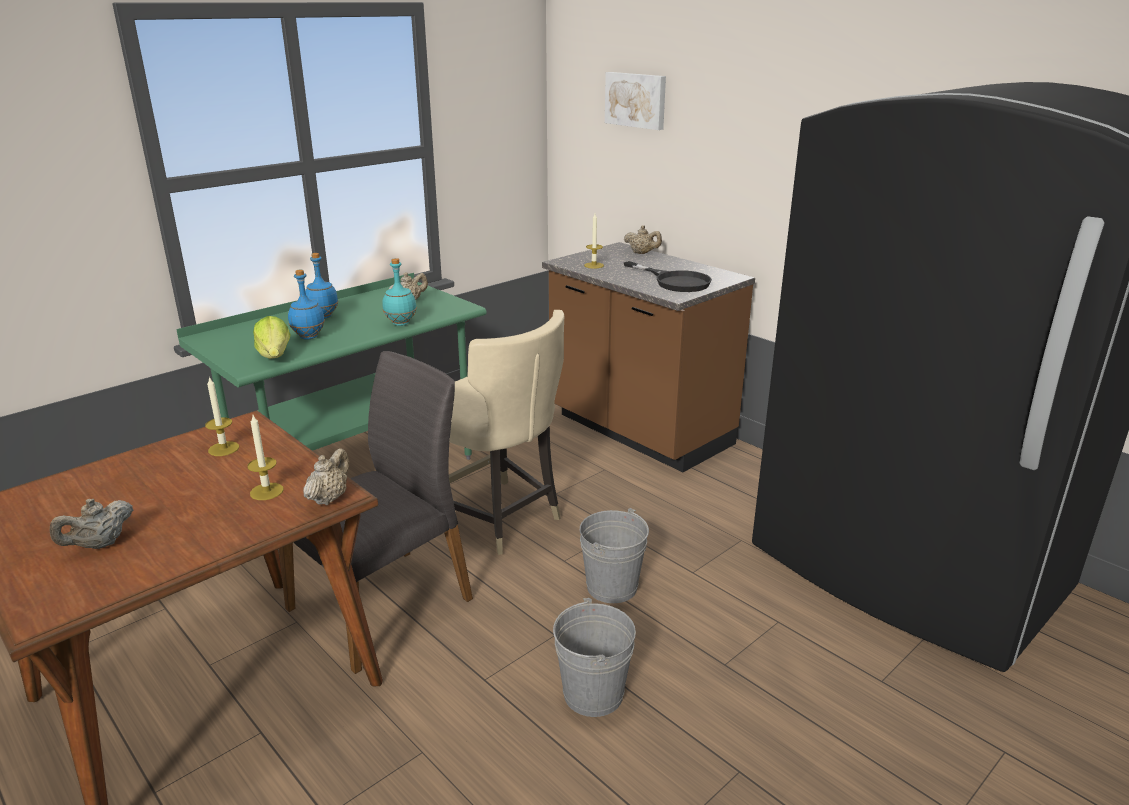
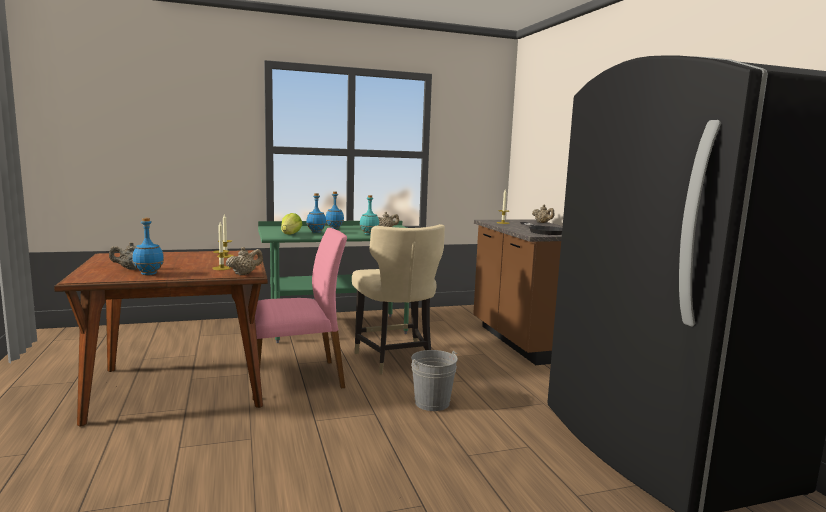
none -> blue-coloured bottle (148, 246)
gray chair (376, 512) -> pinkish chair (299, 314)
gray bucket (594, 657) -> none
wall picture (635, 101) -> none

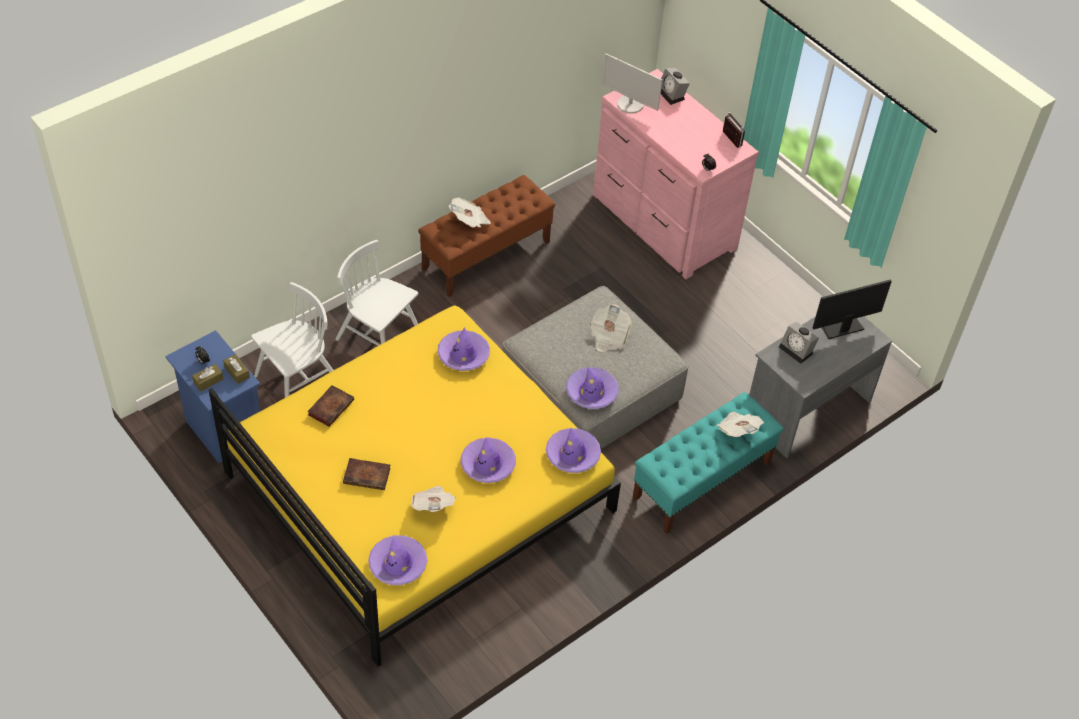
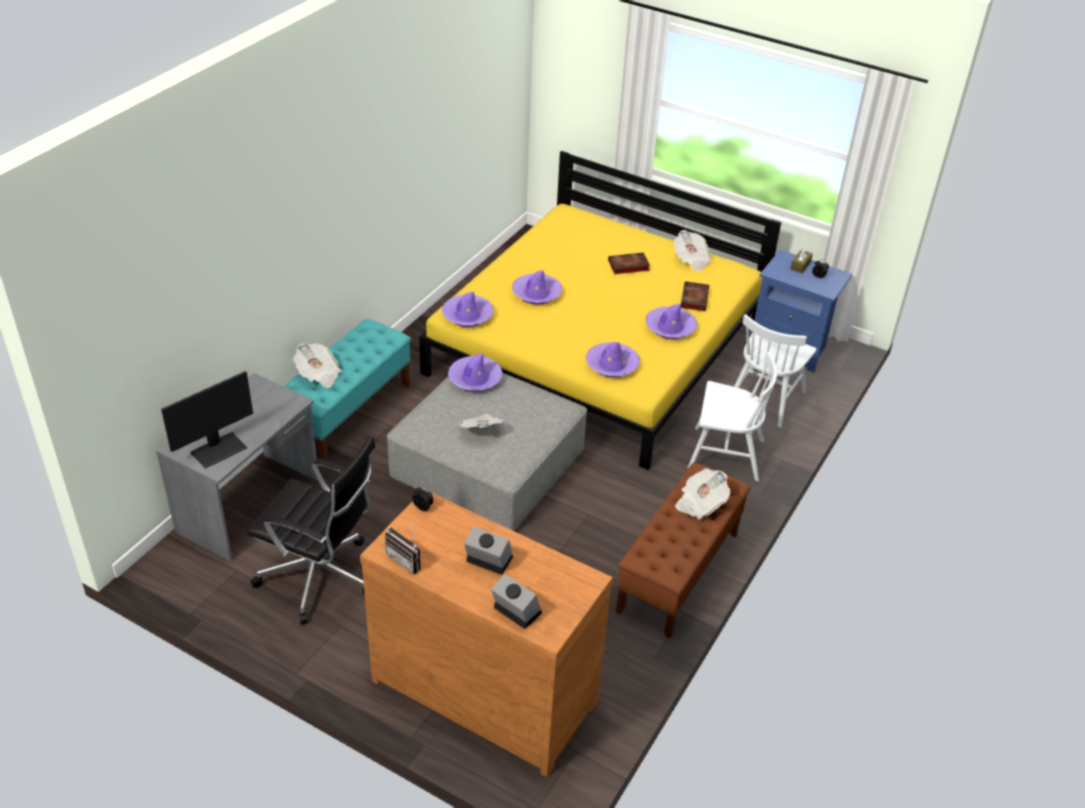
none -> black desk chair (311, 530)
pinkish chest of drawers (676, 174) -> brownish chest of drawers (486, 633)
bedside clock (799, 343) -> bedside clock (488, 550), move
purplish hat (397, 560) -> purplish hat (671, 321), move
printed paper (433, 499) -> printed paper (693, 251), move
brownish tissue box (236, 369) -> none
computer display (632, 83) -> none

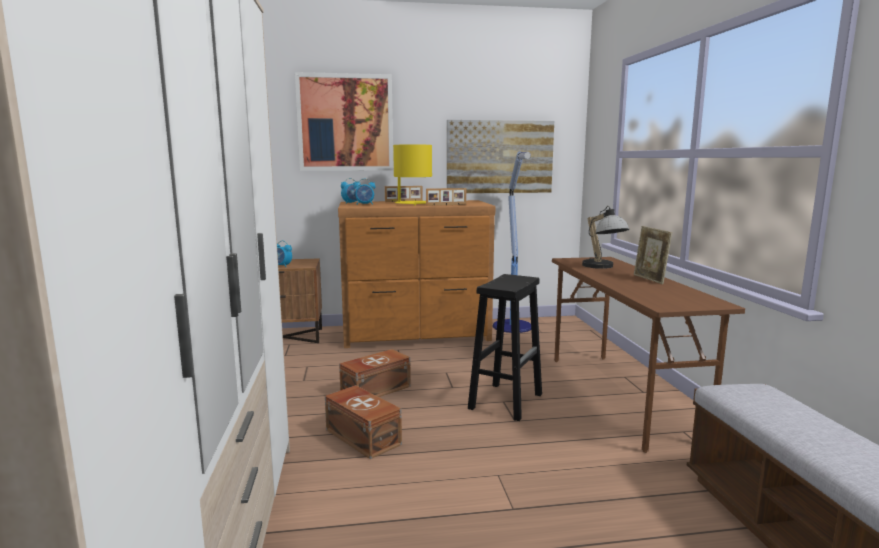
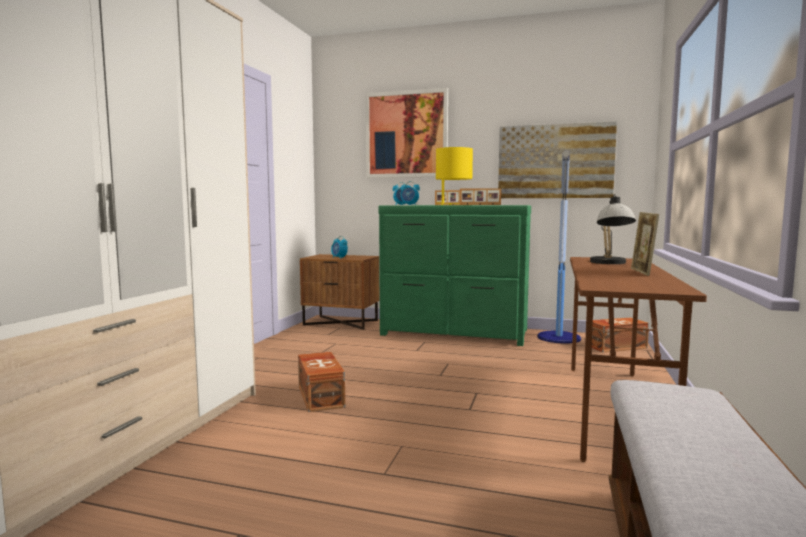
brownish chest of drawers (416, 274) -> green-coloured chest of drawers (455, 275)
brownish storage bin (375, 373) -> brownish storage bin (620, 334), move
black stool seat (505, 347) -> none

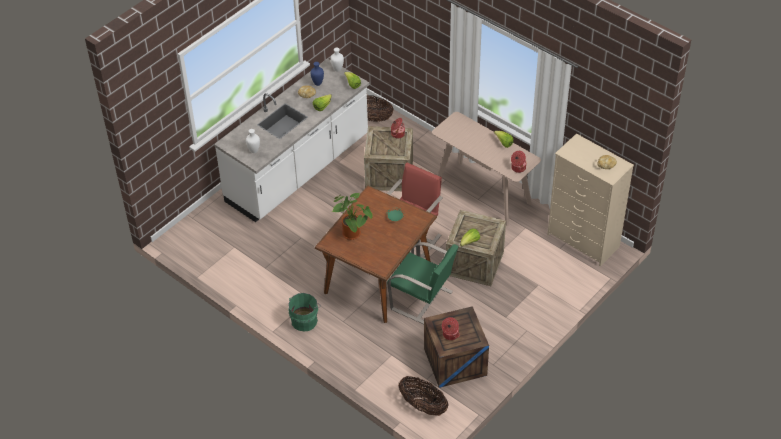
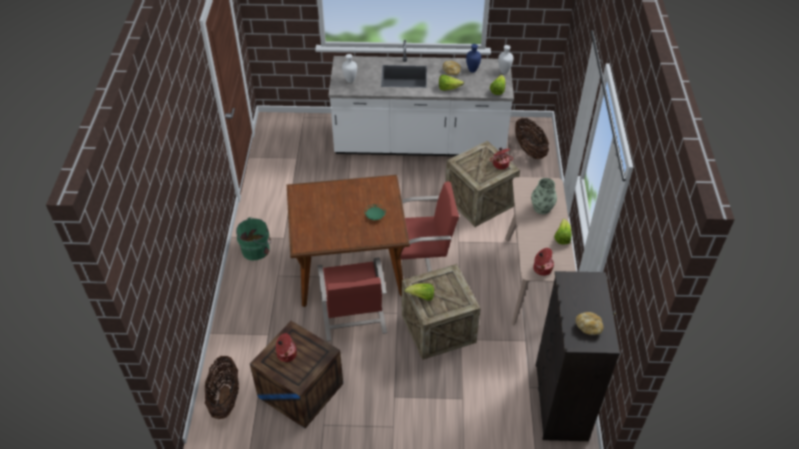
green-coloured chair (423, 283) -> reddish chair (352, 299)
none -> decorative vase (544, 196)
beige chest of drawers (590, 200) -> black chest of drawers (577, 356)
plant in a pot (352, 216) -> none

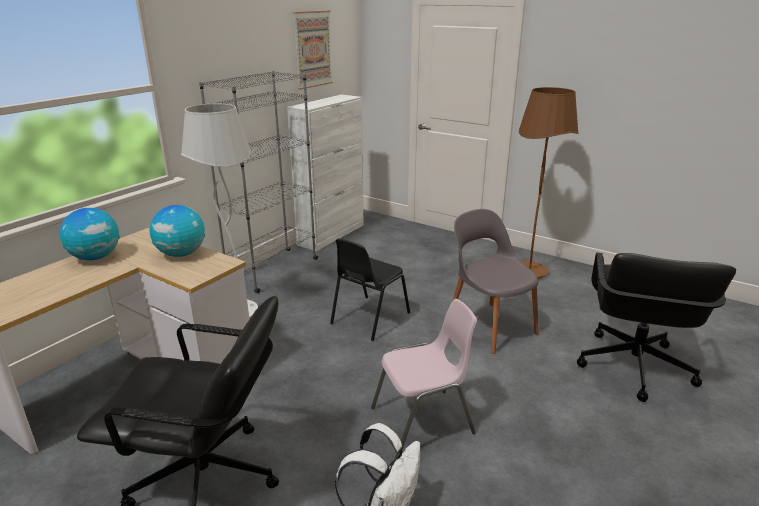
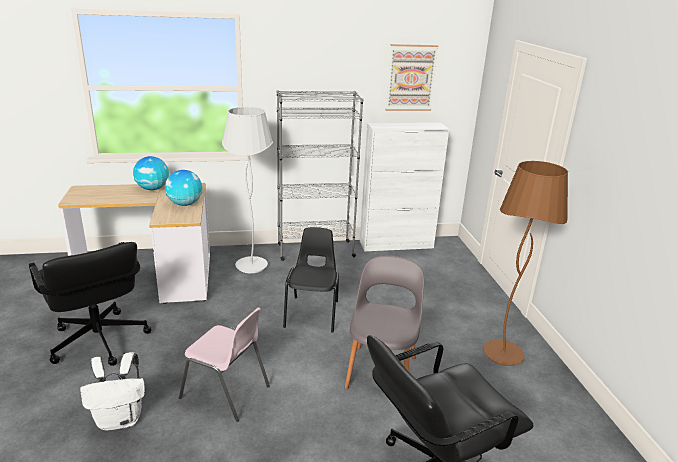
black chair (370, 290) -> black chair (311, 280), 105 degrees clockwise

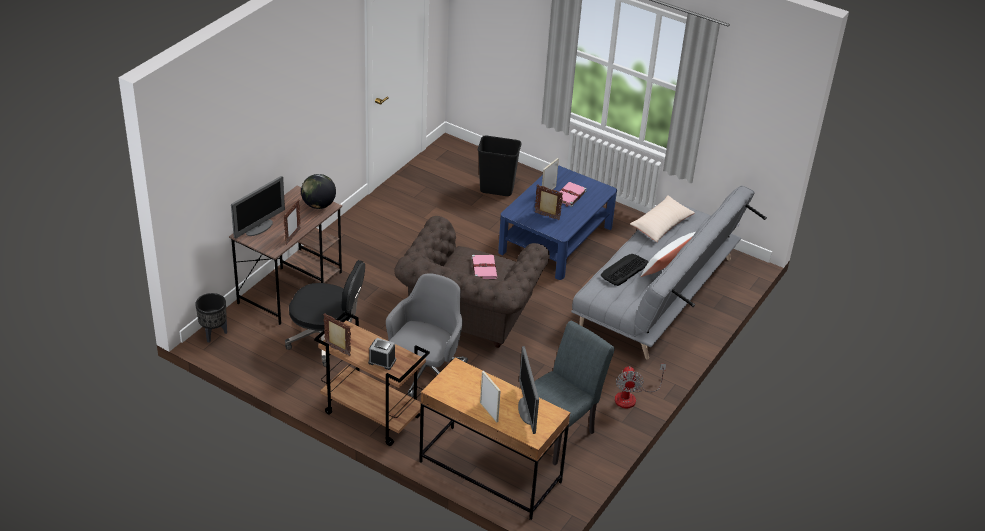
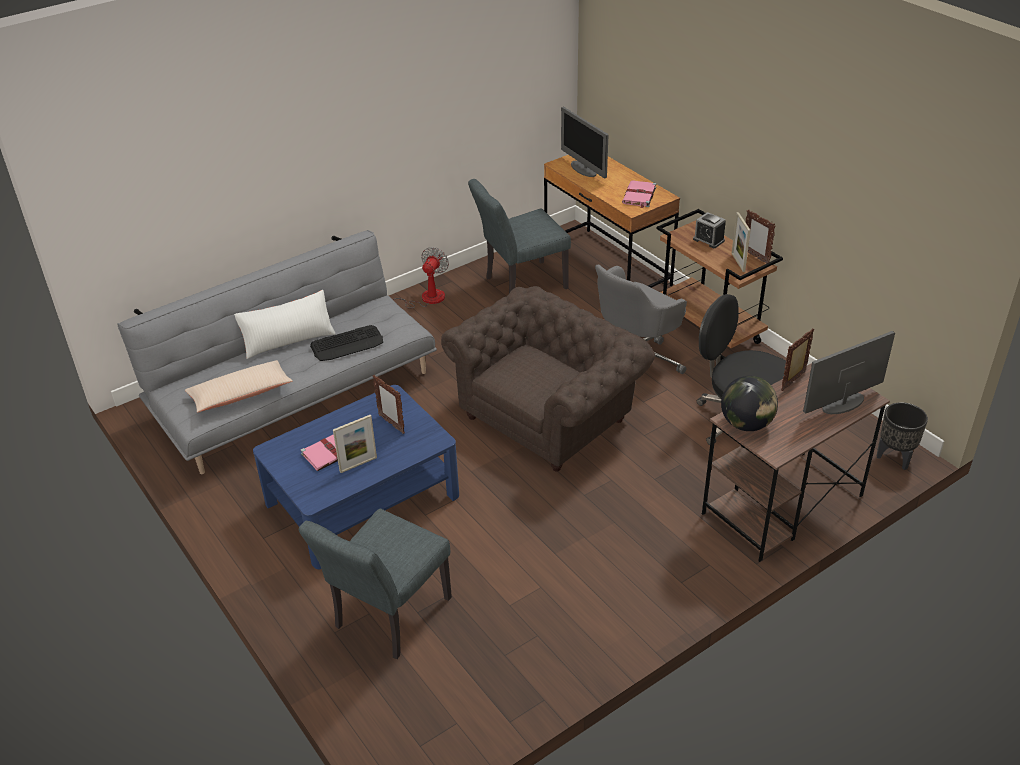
black trash can (499, 166) -> gray chair (375, 584)
computer display (528, 390) -> computer display (584, 143), 135 degrees clockwise
pinkish volume (485, 267) -> pinkish volume (639, 194), move
standing frame (490, 397) -> standing frame (741, 242), move

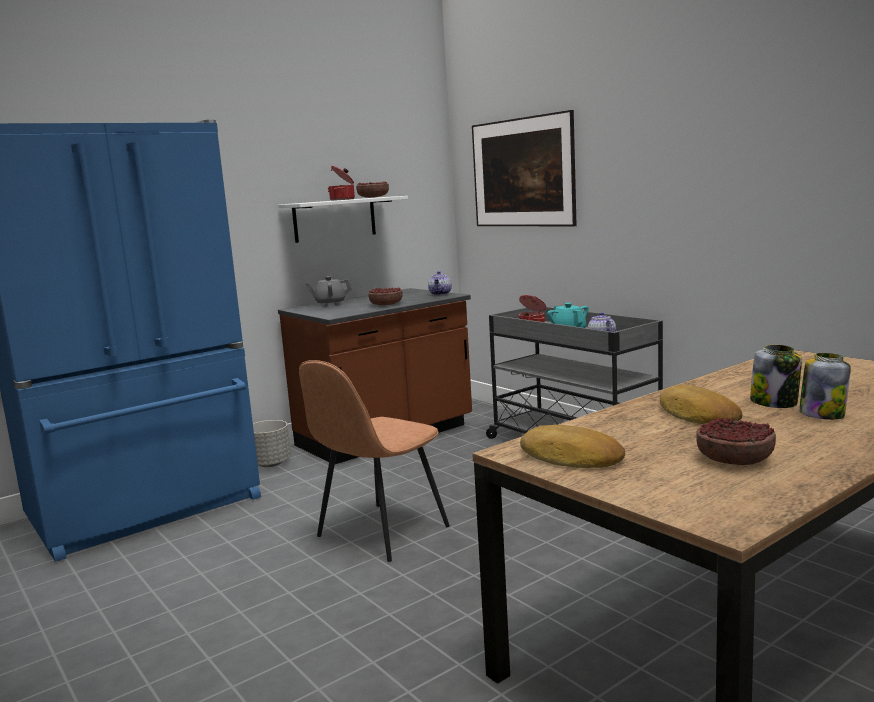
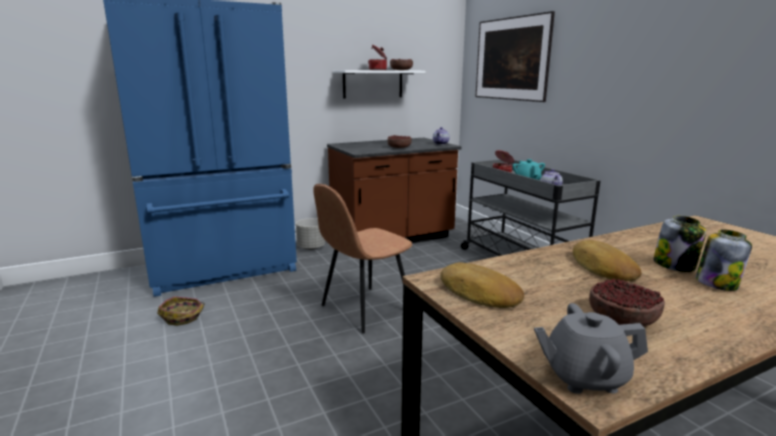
none -> household basket (181, 311)
gray teapot (329, 291) -> gray teapot (591, 348), move

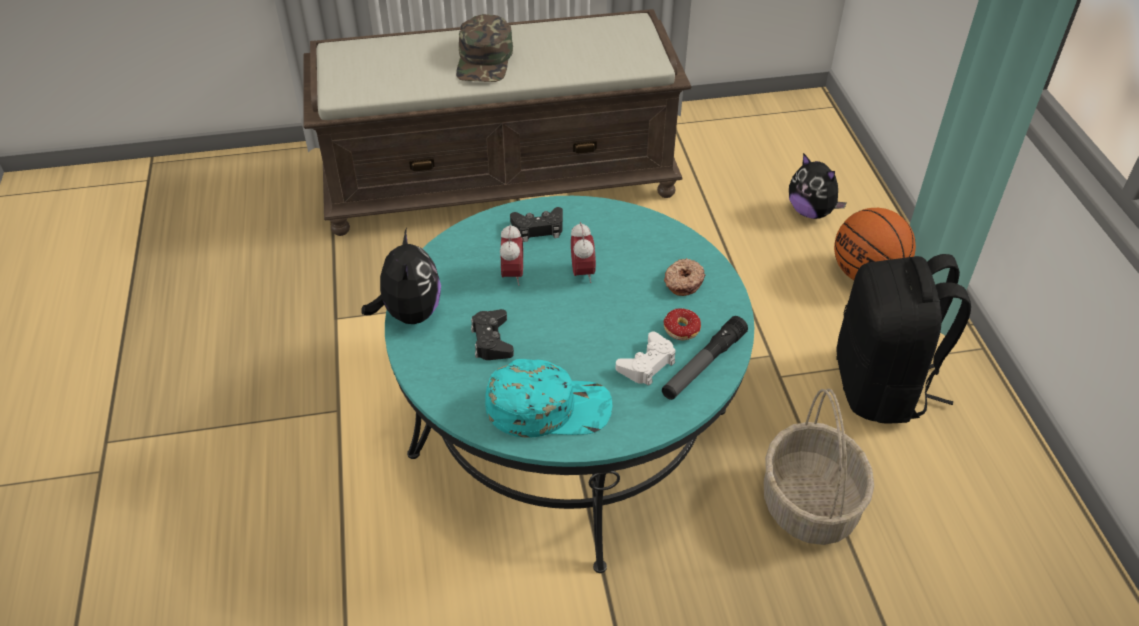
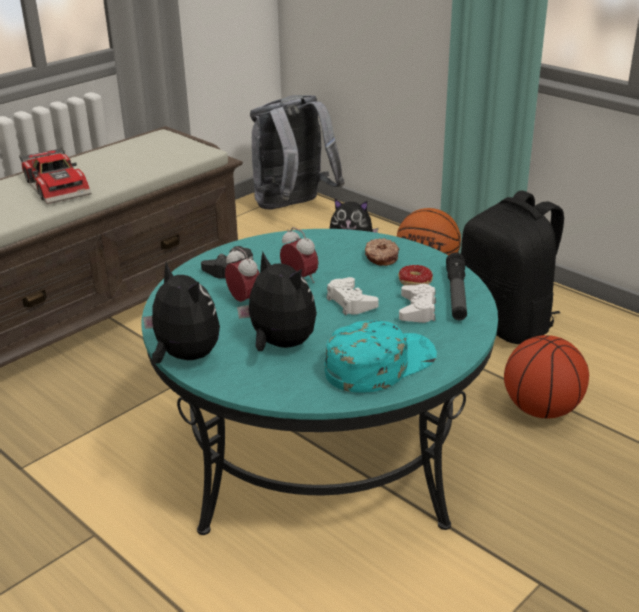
green-coloured cap (484, 48) -> model car (55, 175)
black gamepad (492, 334) -> soft toy (277, 301)
none -> gray rucksack (297, 152)
none -> white gamepad (353, 296)
household basket (819, 467) -> basketball ball (546, 377)

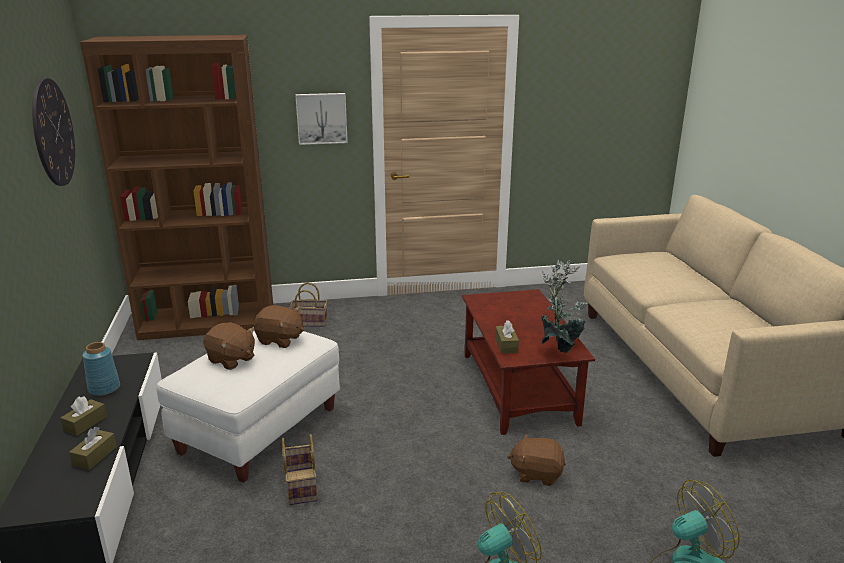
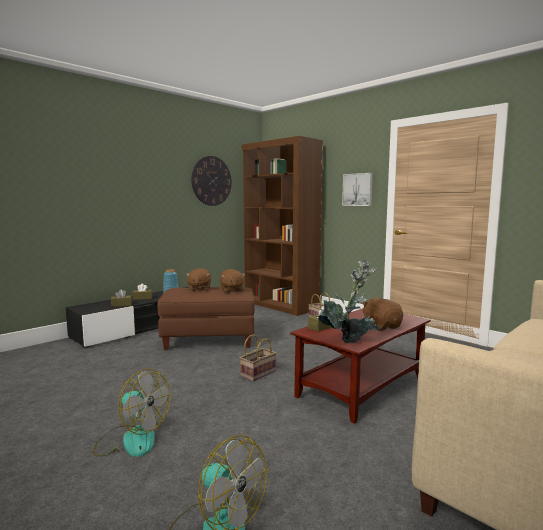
white pouffe (248, 405) -> brownish pouffe (206, 318)
household basket (299, 469) -> household basket (258, 358), move
brownish soft toy (536, 459) -> brownish soft toy (382, 314), move

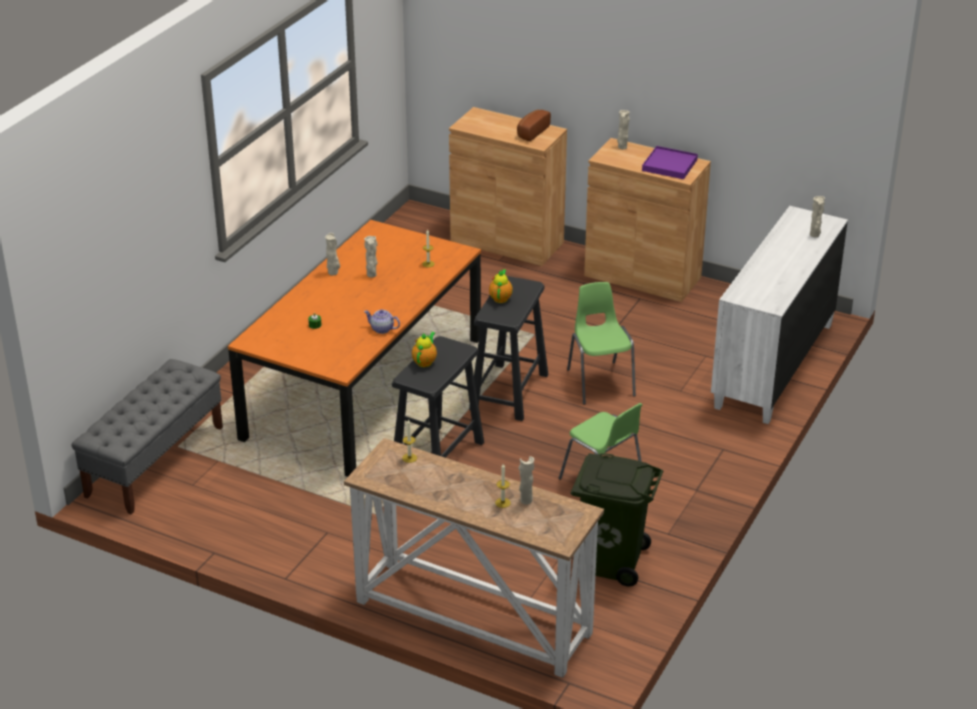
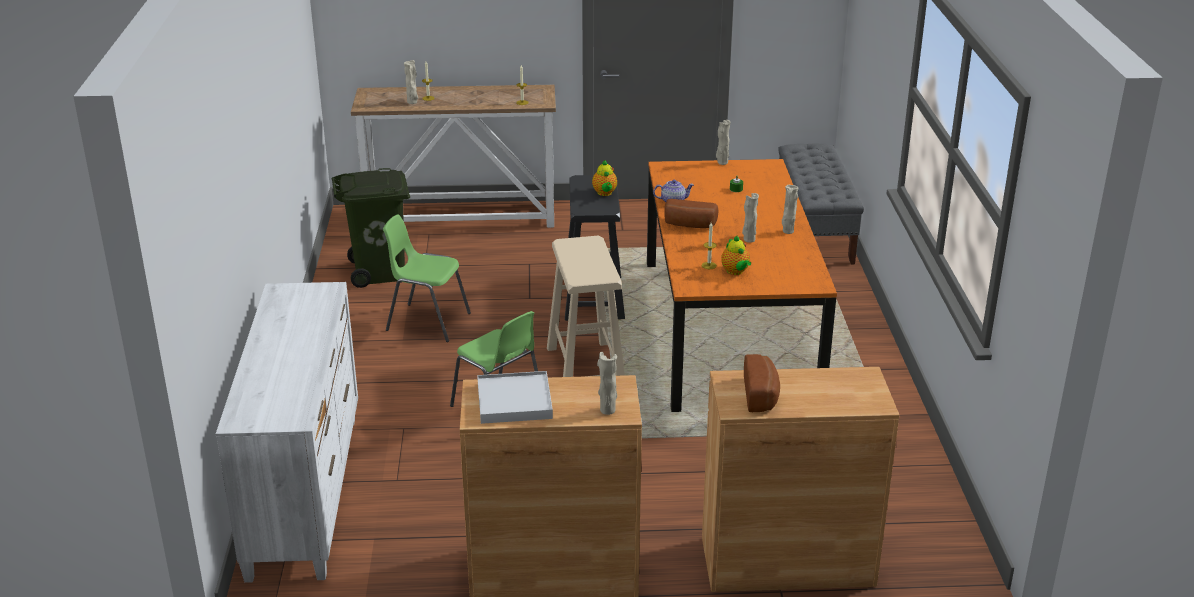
purplish serving tray (670, 162) -> white serving tray (515, 397)
black stool seat (508, 348) -> beige stool seat (586, 306)
none -> baked bread (691, 213)
beige decorative vase (817, 216) -> beige decorative vase (723, 142), move
teapot (501, 286) -> teapot (736, 255), move

